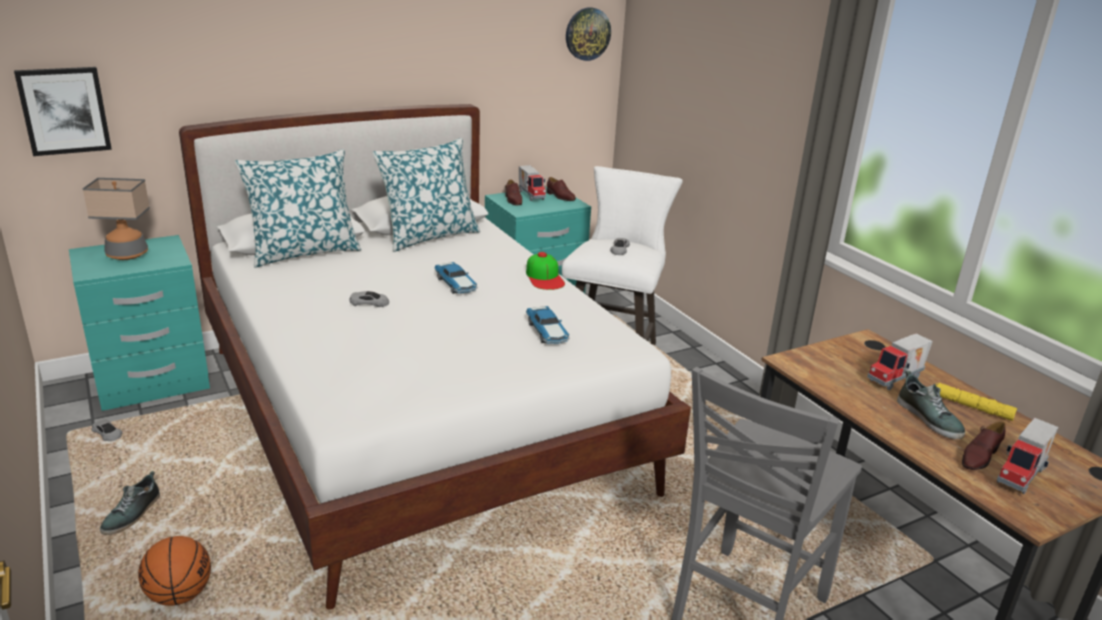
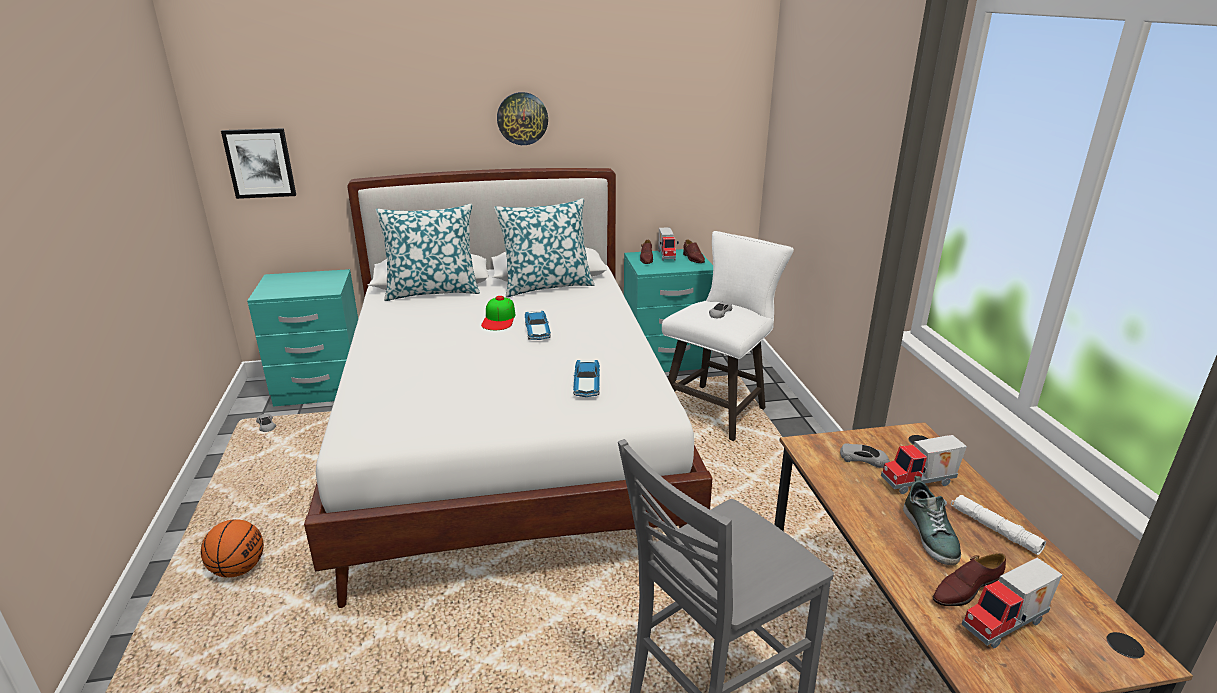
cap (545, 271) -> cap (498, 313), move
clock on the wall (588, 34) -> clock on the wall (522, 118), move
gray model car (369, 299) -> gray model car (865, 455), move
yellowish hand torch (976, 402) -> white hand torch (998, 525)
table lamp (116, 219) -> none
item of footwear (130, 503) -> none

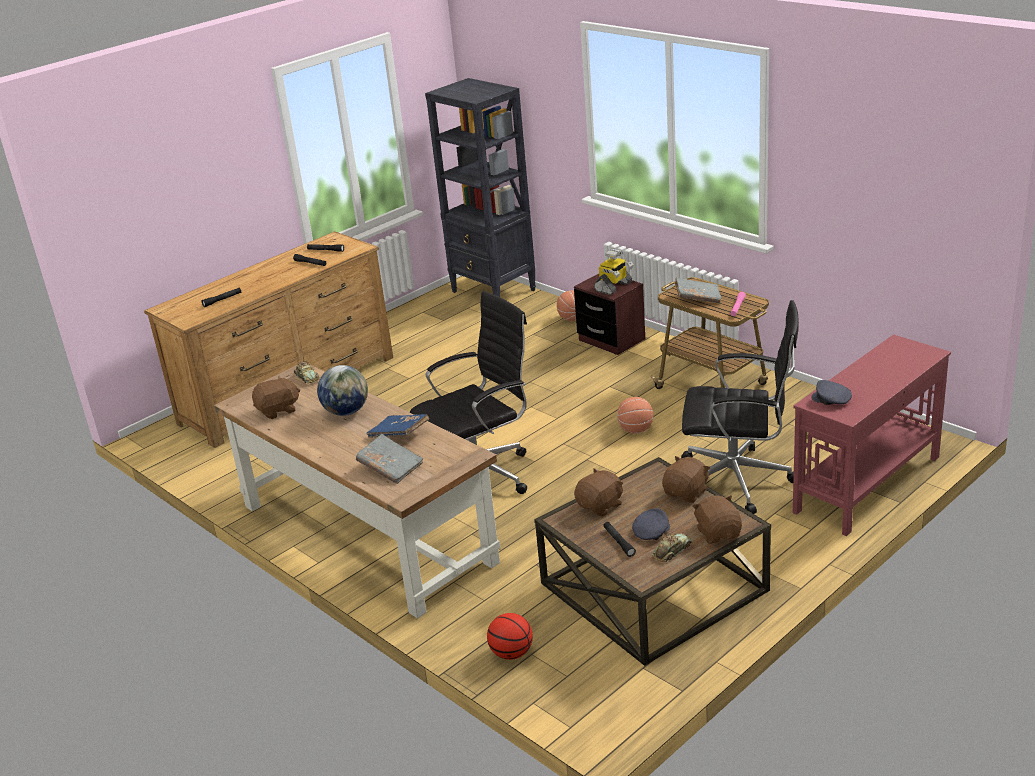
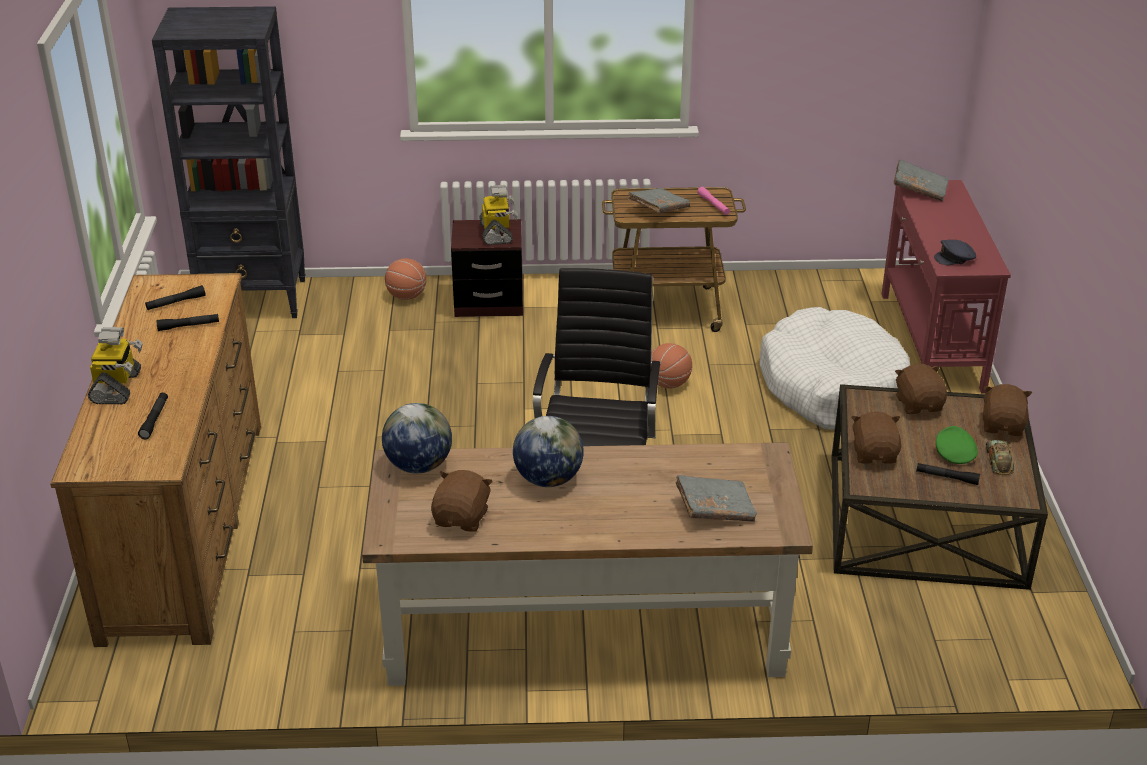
none -> robot figure (115, 365)
model car (307, 372) -> desk globe (417, 438)
black desk chair (740, 407) -> white pet bed (835, 368)
none -> gray volume (921, 181)
gray cap (651, 524) -> green-coloured cap (957, 445)
brownish soft toy (717, 519) -> brownish soft toy (1007, 410), 75 degrees clockwise
blue-coloured volume (398, 425) -> none
basketball ball (510, 636) -> none

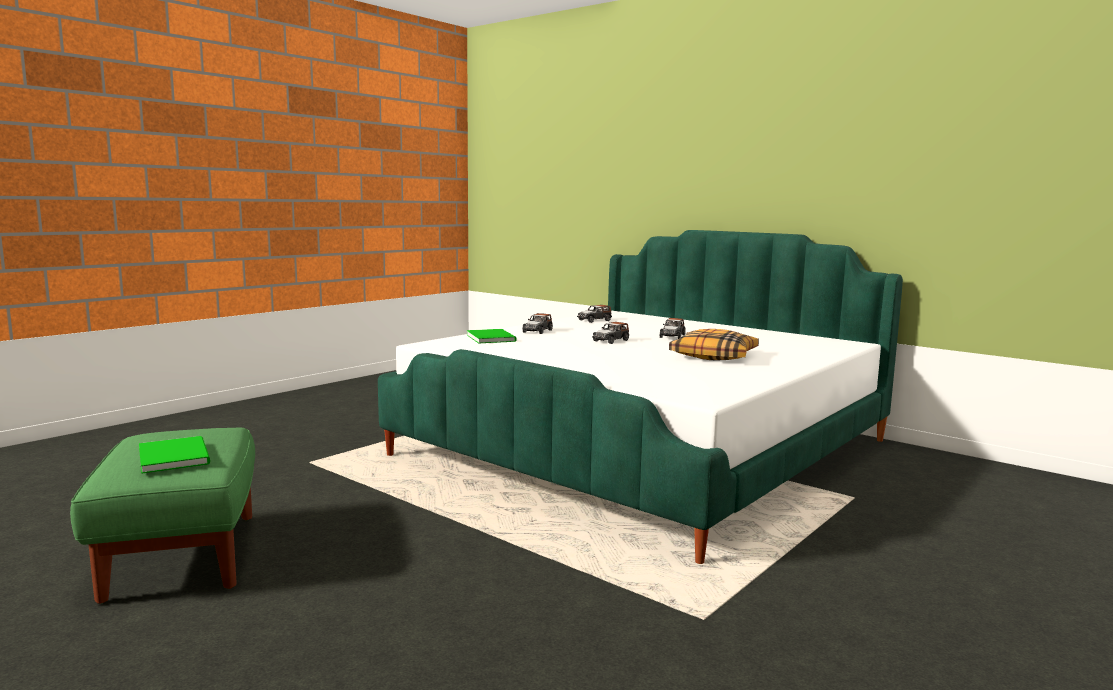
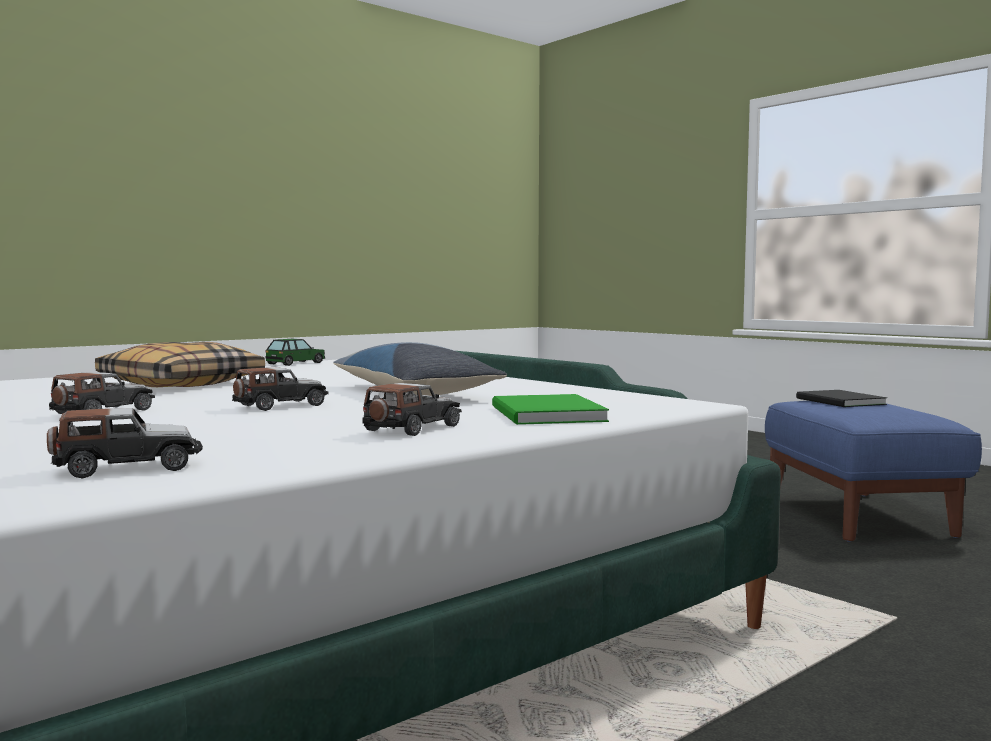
none -> model car (295, 352)
none -> pillow (420, 369)
green-coloured pouffe (162, 516) -> blue-coloured pouffe (873, 471)
green-coloured volume (174, 455) -> black volume (841, 398)

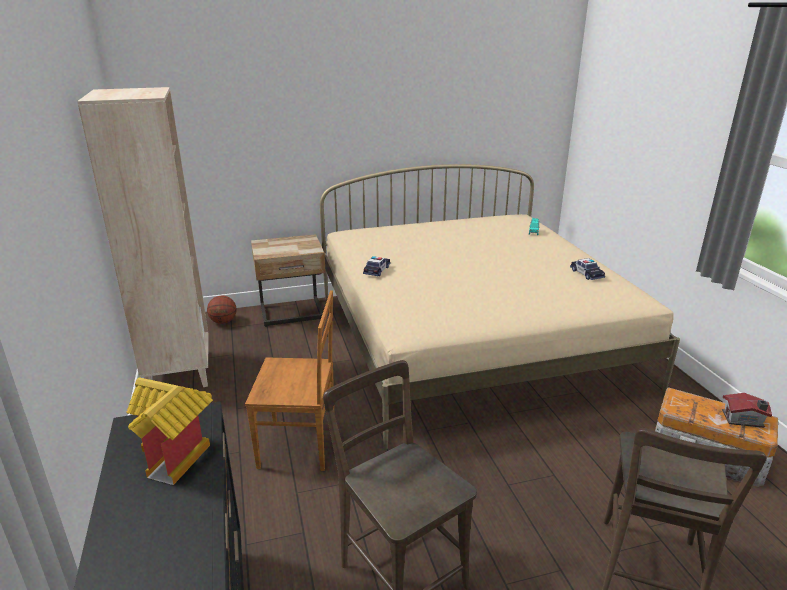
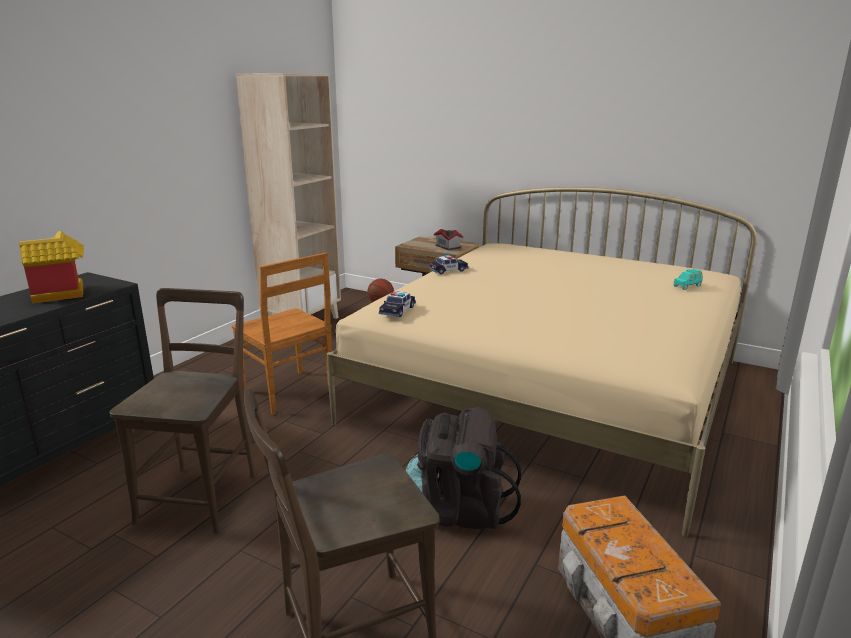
model car (587, 269) -> model car (397, 304), move
none -> black rucksack (463, 468)
toy house (747, 410) -> toy house (448, 239), move

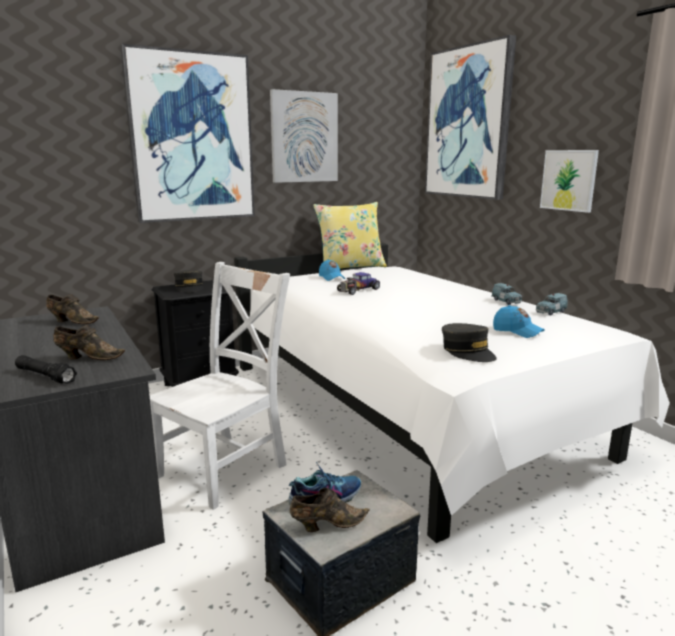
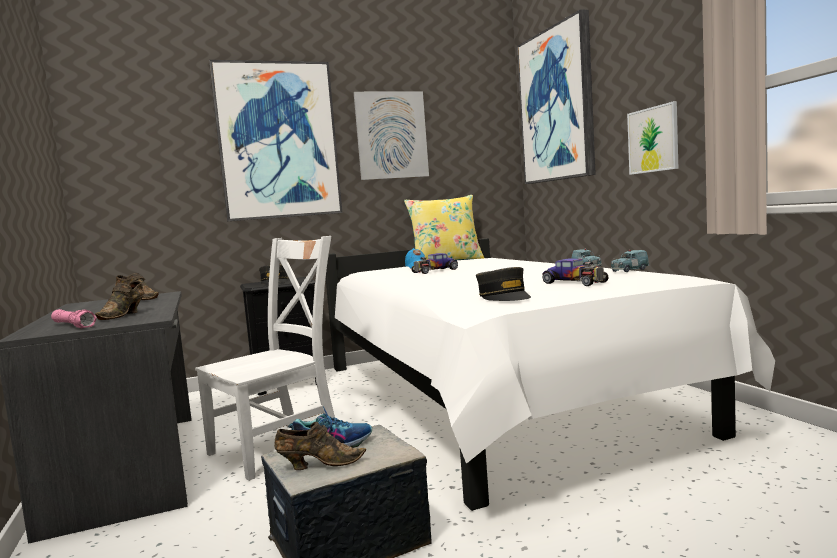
black hand torch (46, 369) -> pinkish hand torch (74, 318)
brownish item of footwear (89, 342) -> brownish item of footwear (119, 300), 90 degrees clockwise
blue-coloured cap (519, 321) -> model car (575, 272)

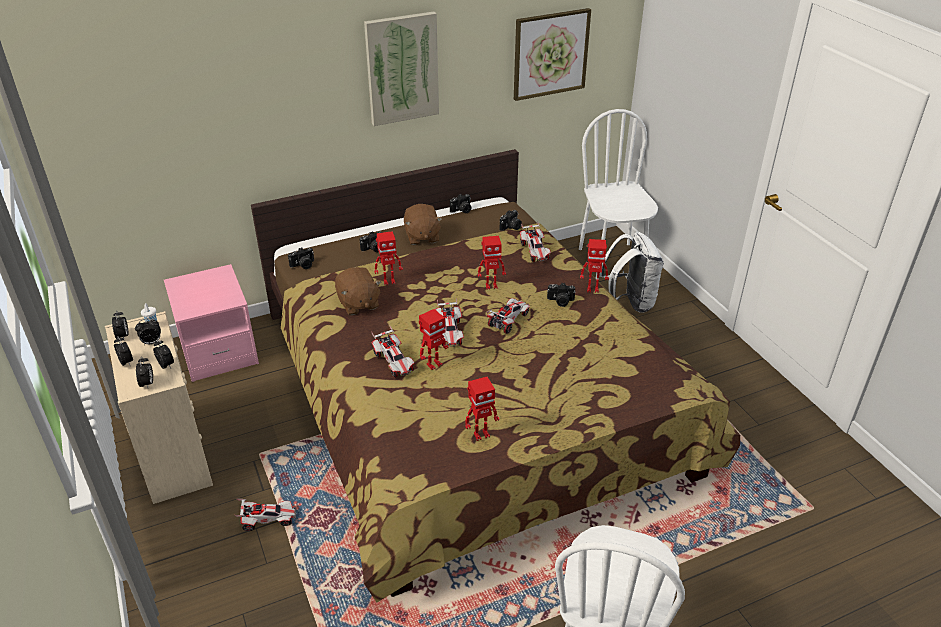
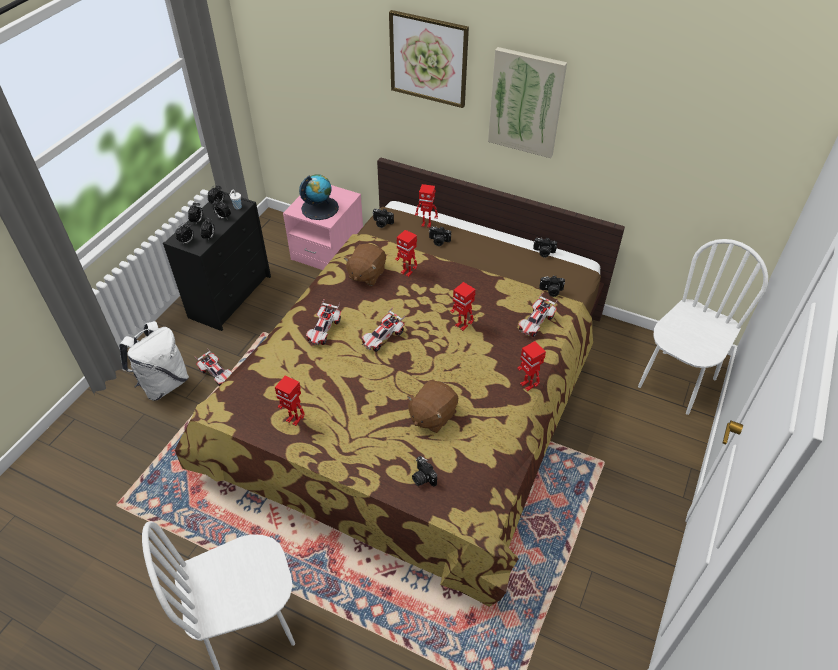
white rucksack (631, 272) -> white rucksack (154, 361), move
beige chest of drawers (159, 407) -> black chest of drawers (217, 261)
none -> desk globe (319, 197)
wall picture (552, 54) -> wall picture (429, 59), move
brownish soft toy (423, 224) -> brownish soft toy (432, 406), move
photo camera (561, 295) -> photo camera (424, 471), move
robot figure (434, 339) -> robot figure (426, 206), move
model car (508, 316) -> none

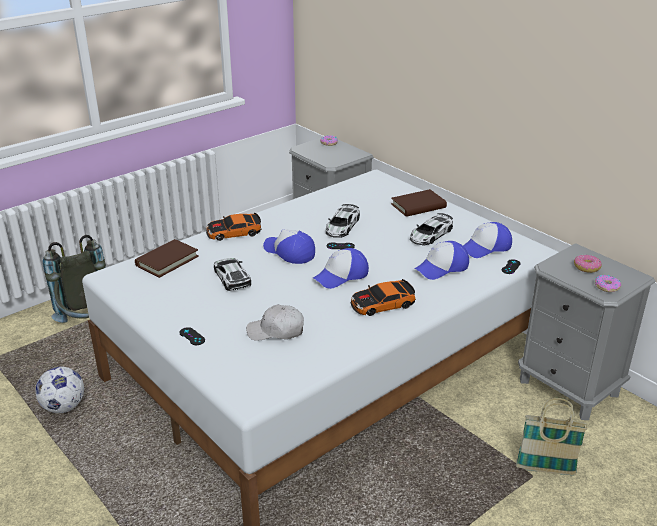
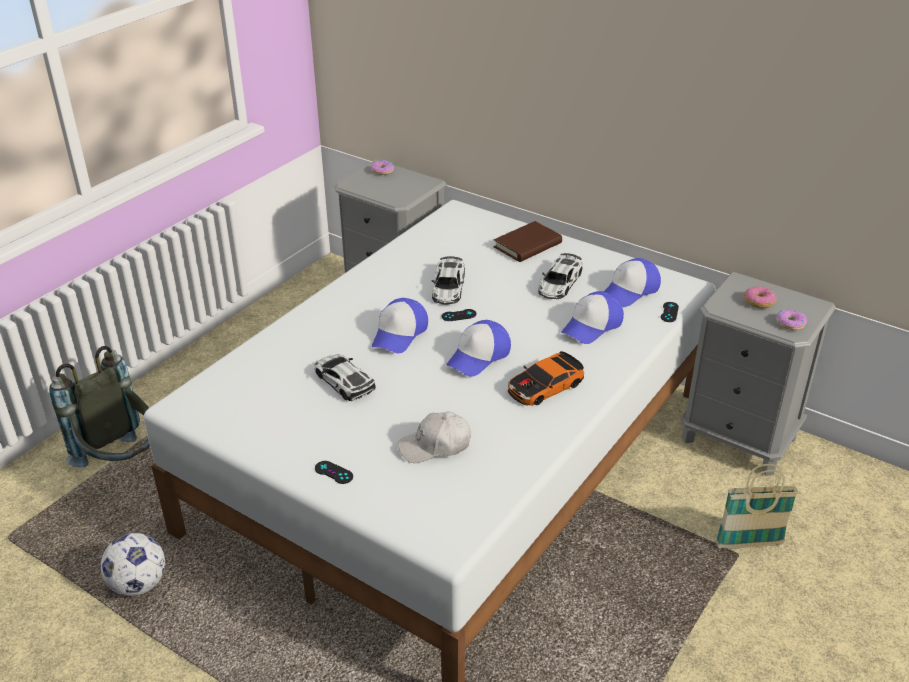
cap (289, 246) -> cap (400, 325), 90 degrees counterclockwise
brownish volume (167, 258) -> none
model car (234, 226) -> none

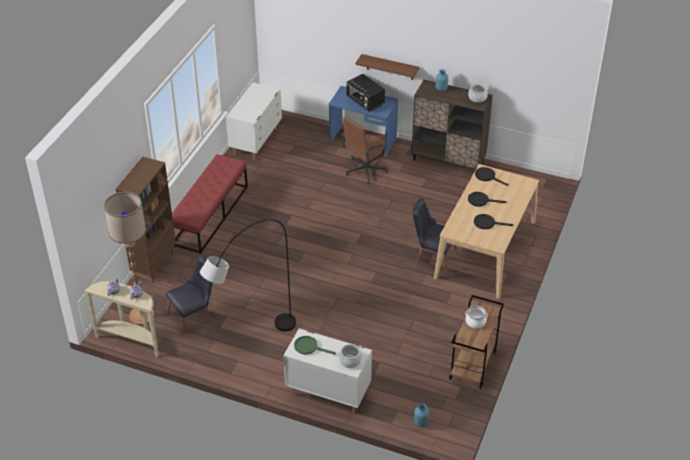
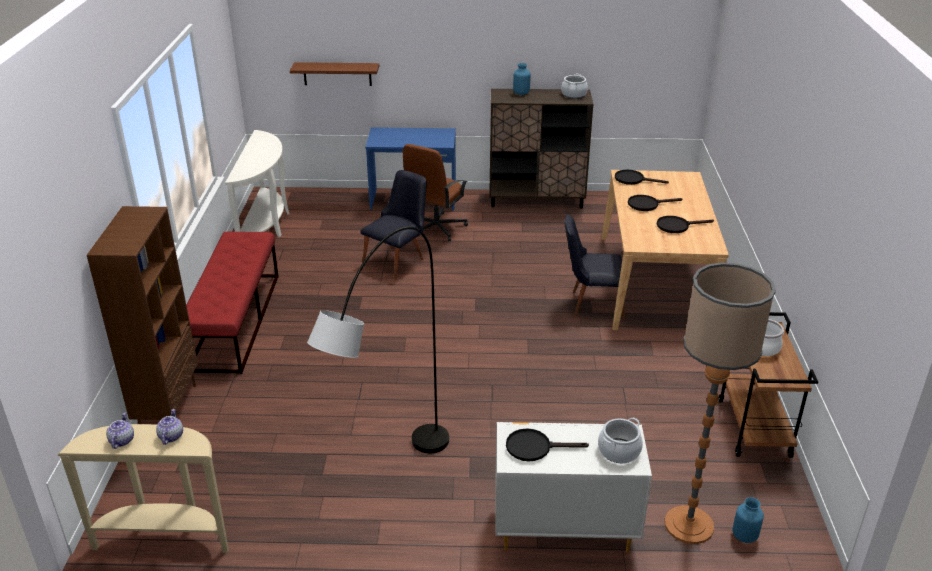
white chest of drawers (254, 121) -> white hall table (257, 183)
brownish wall shelf (387, 67) -> brownish wall shelf (334, 74), move
black chair (189, 295) -> black chair (393, 224), move
green-coloured skillet (315, 345) -> black skillet (547, 445)
standing lamp (129, 258) -> standing lamp (720, 403), move
black microwave oven (365, 93) -> none

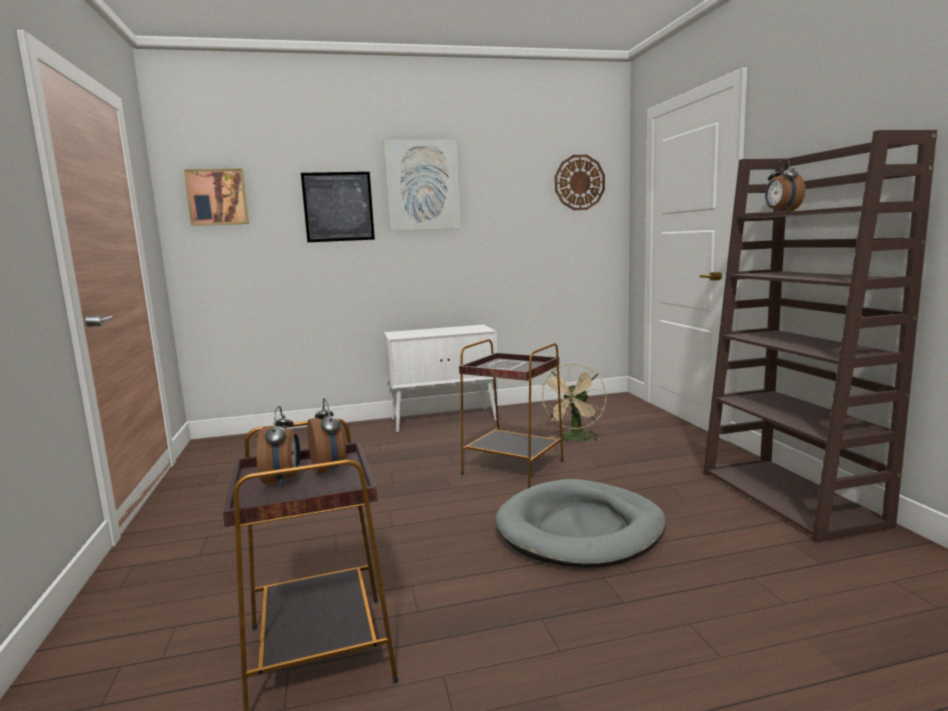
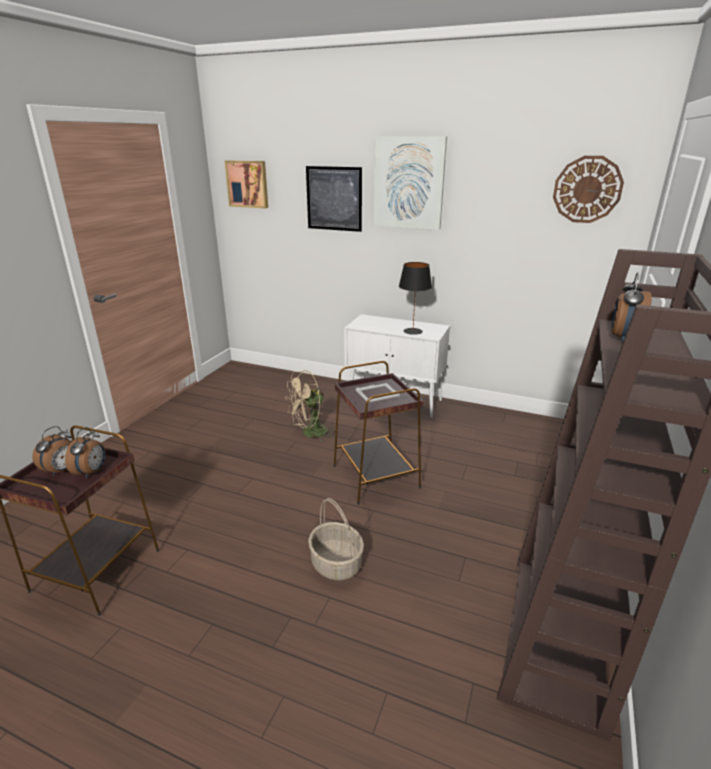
beige fan (573, 402) -> beige fan (310, 406), move
gray pet bed (580, 523) -> household basket (336, 539)
none -> black table lamp (415, 298)

